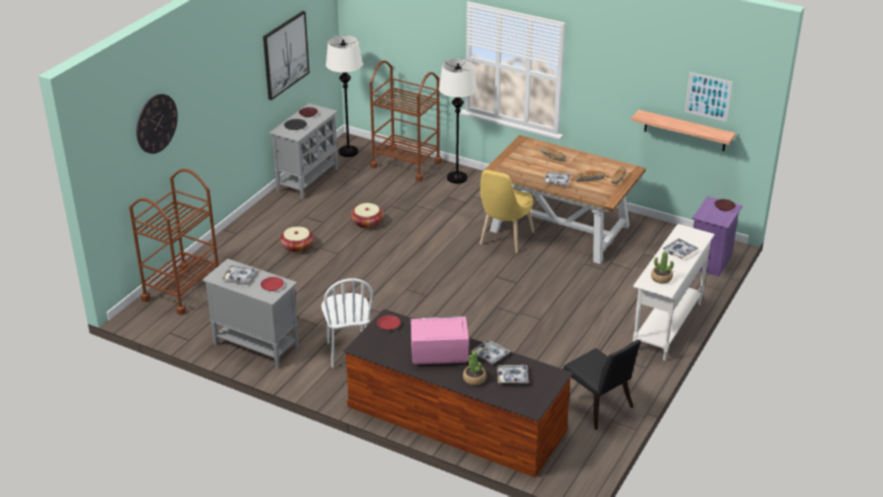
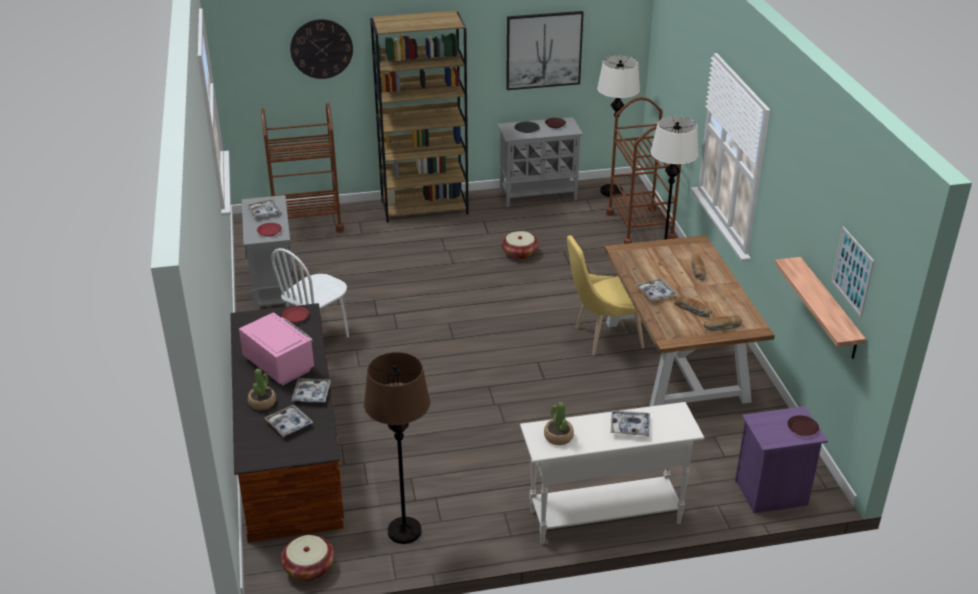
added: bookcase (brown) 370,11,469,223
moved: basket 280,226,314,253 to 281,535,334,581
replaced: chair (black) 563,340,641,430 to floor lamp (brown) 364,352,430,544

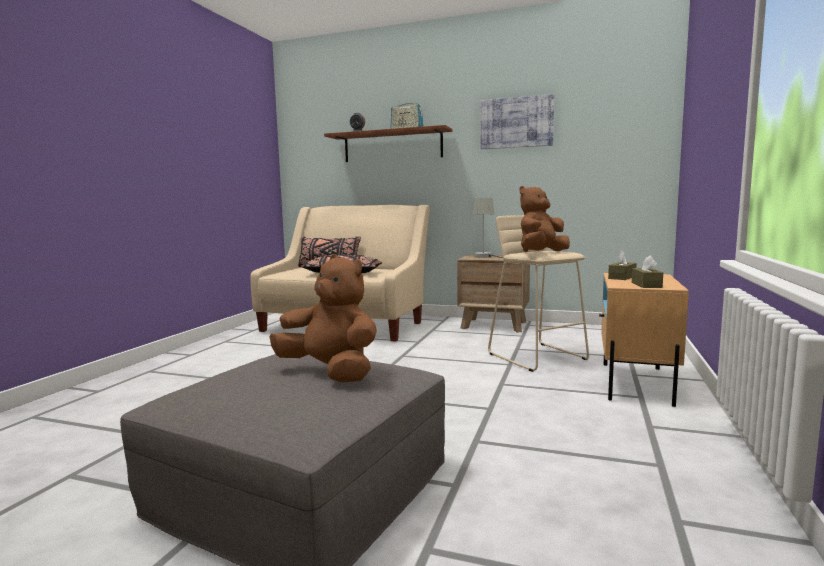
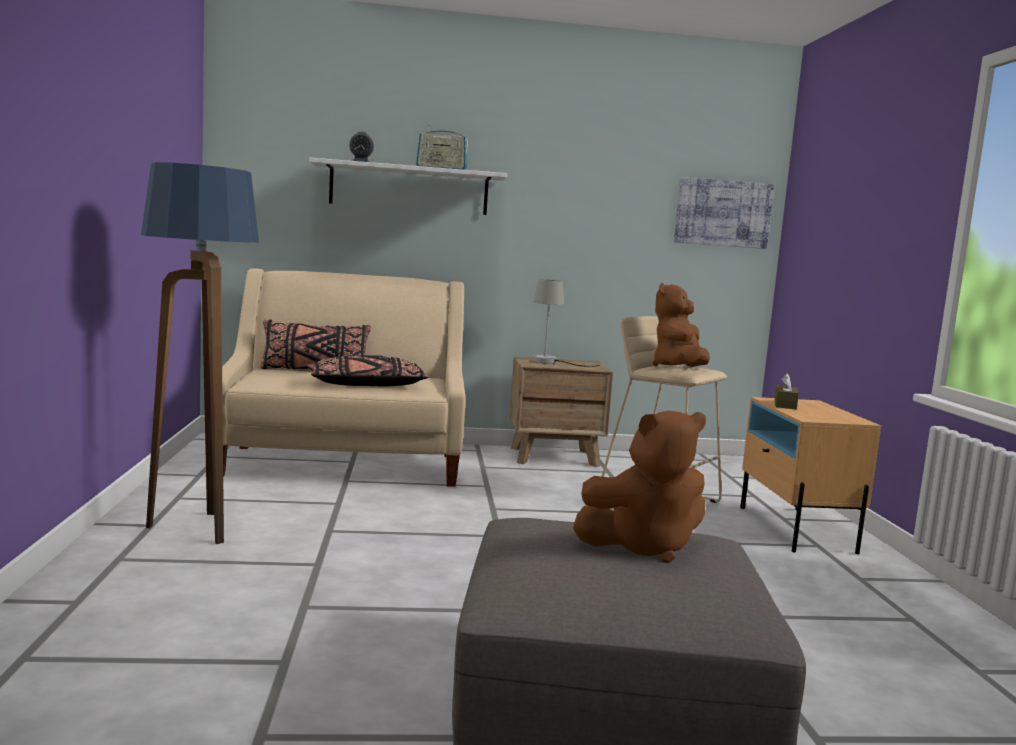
removed: tissue box (brown) 632,255,663,288
added: floor lamp 141,162,259,544
moved: picture 480,94,554,149 to 674,177,774,249
recoloured: shelf (brown) 324,125,453,162 to shelf (white) 309,158,507,215
turned: plush toy (brown) 270,254,377,382 = 573,411,706,563 150 degrees clockwise

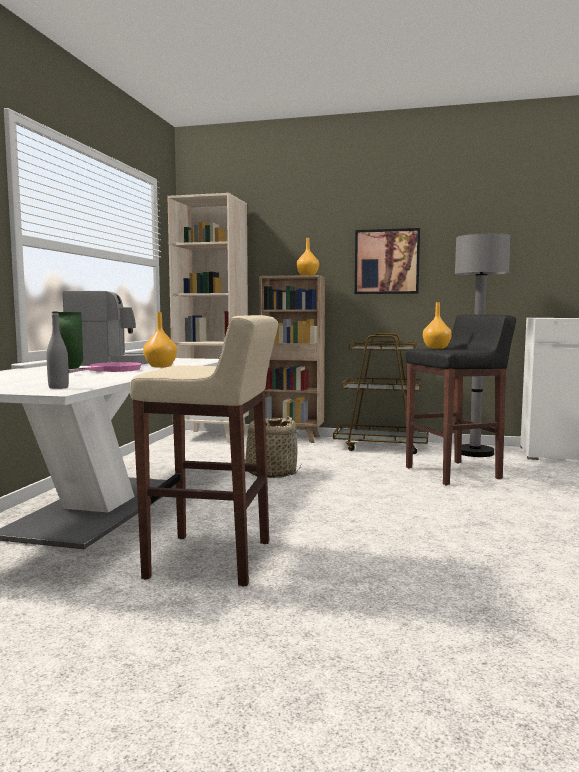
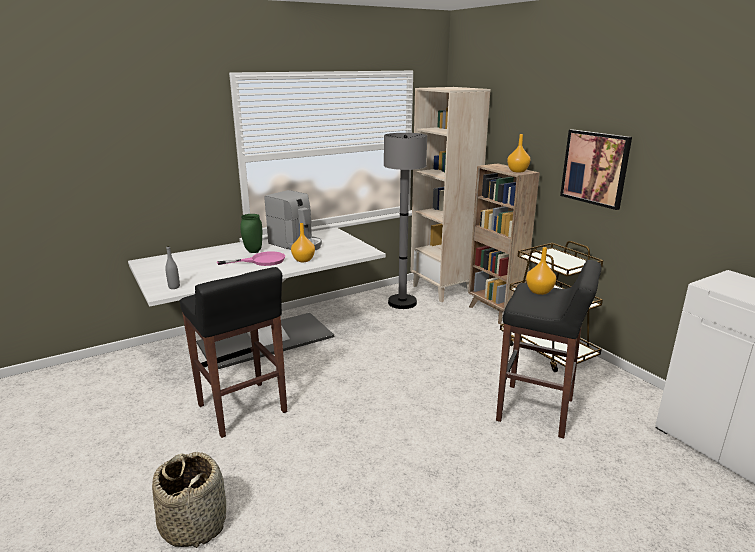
moved: basket 245,416,301,478 to 152,452,226,548; floor lamp (grey) 455,233,511,457 to 384,133,427,309
recoloured: stool (beige) 130,315,278,586 to stool (black) 180,267,287,438

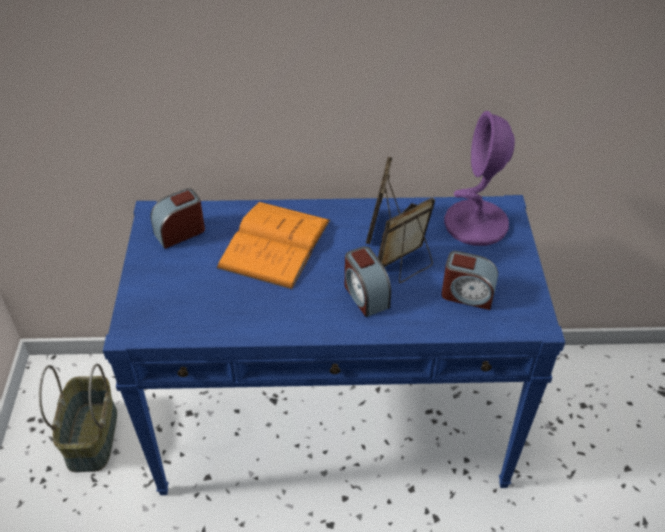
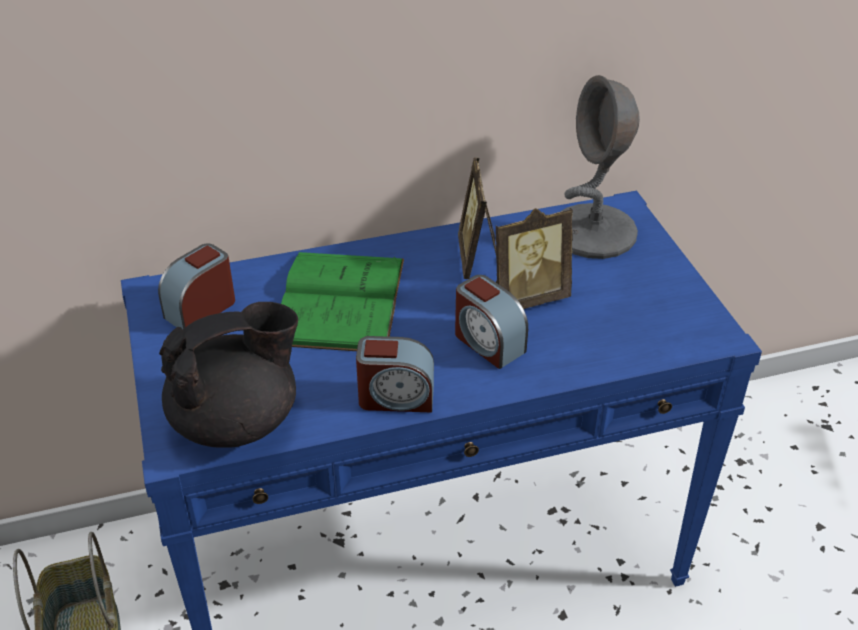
added: teapot (black) 159,302,298,448
moved: alarm clock 441,251,498,310 to 356,336,434,413
recoloured: book (orange) 216,202,330,289 to book (green) 281,252,404,351; table lamp (purple) 444,111,515,246 to table lamp (grey) 560,75,640,259
turned: picture frame 378,197,435,283 = 496,208,573,309 150 degrees counterclockwise

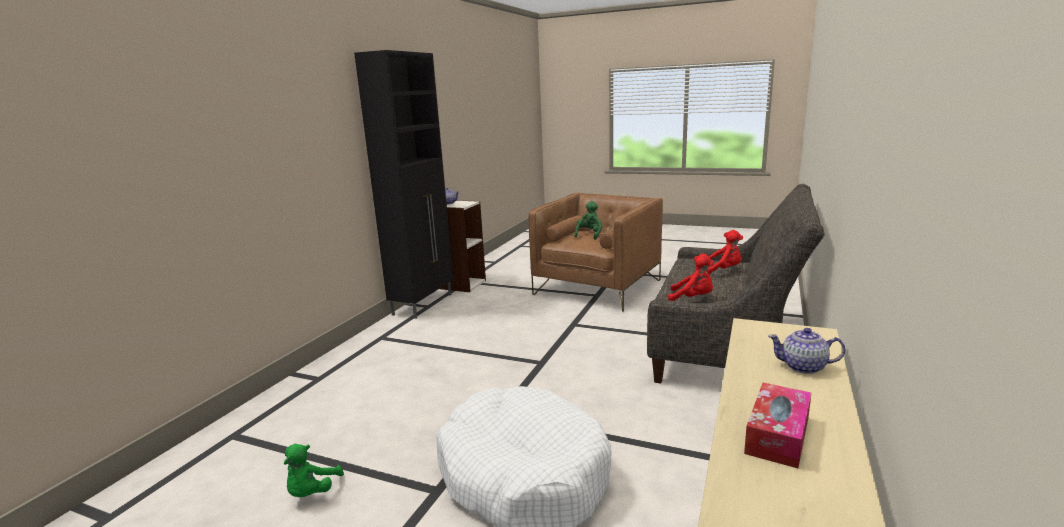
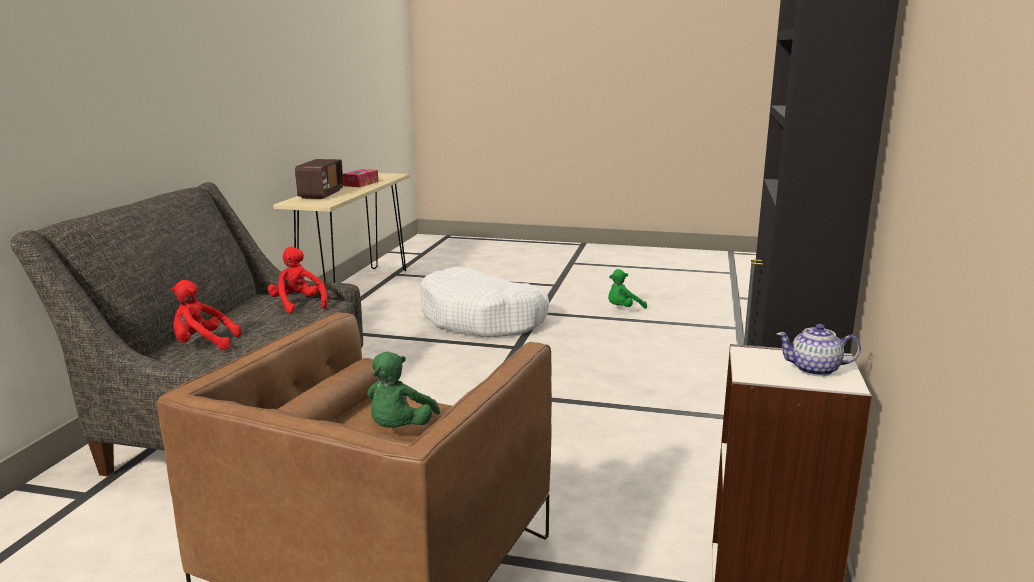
replaced: teapot 768,328,846,374 to radio 295,159,343,199
turned: plush toy (red) 668,254,714,301 = 268,247,327,314 45 degrees clockwise; plush toy (green) 283,444,344,497 = 608,269,647,309 120 degrees counterclockwise

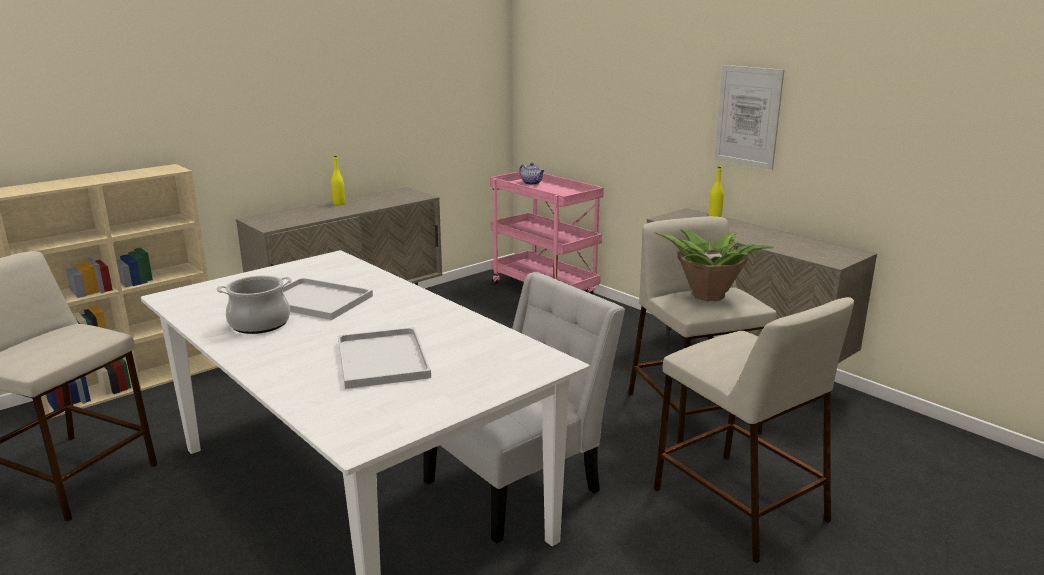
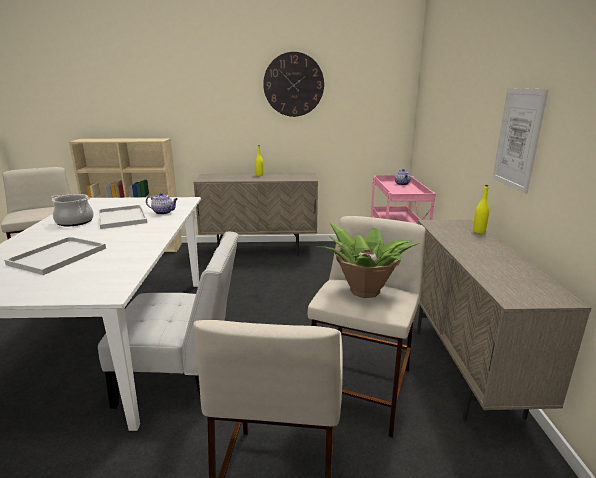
added: teapot 146,193,178,215; wall clock 263,52,324,117

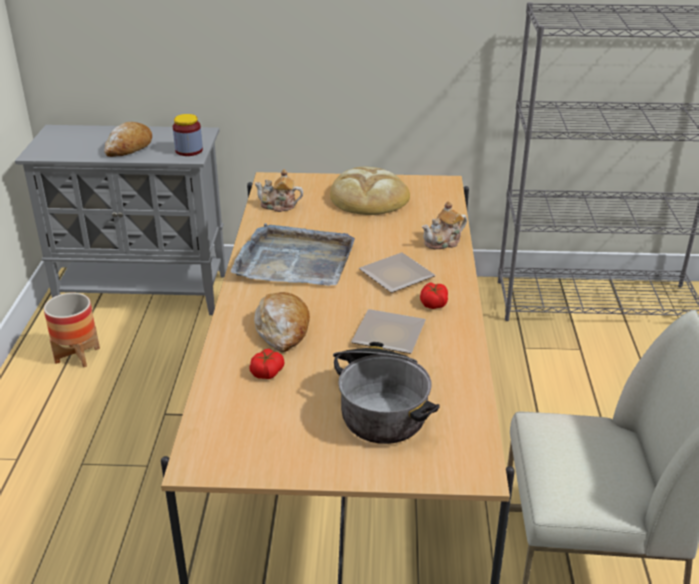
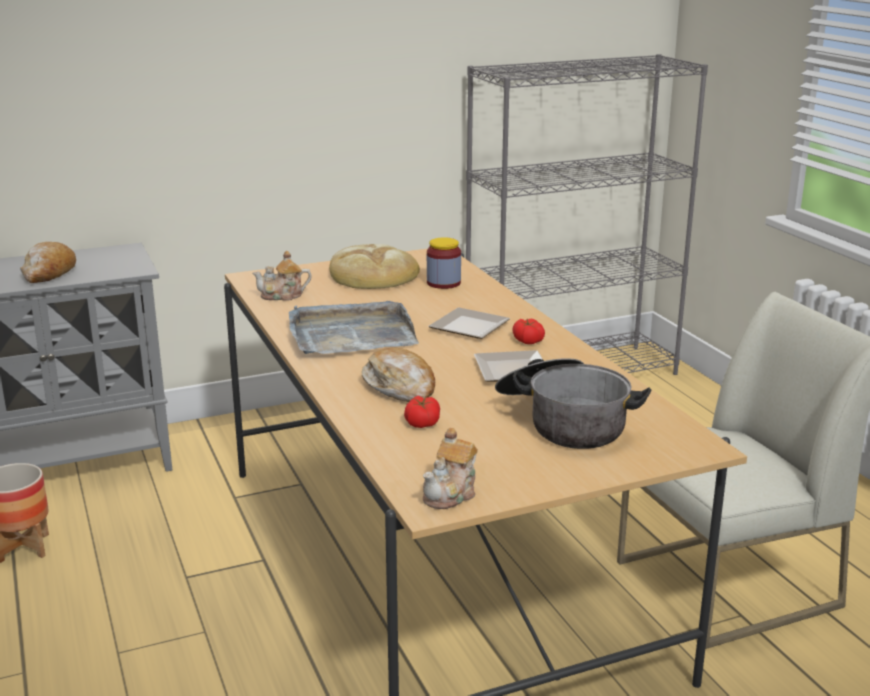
moved: teapot 422,202,467,249 to 423,428,478,509; jar 173,114,203,156 to 427,237,461,289

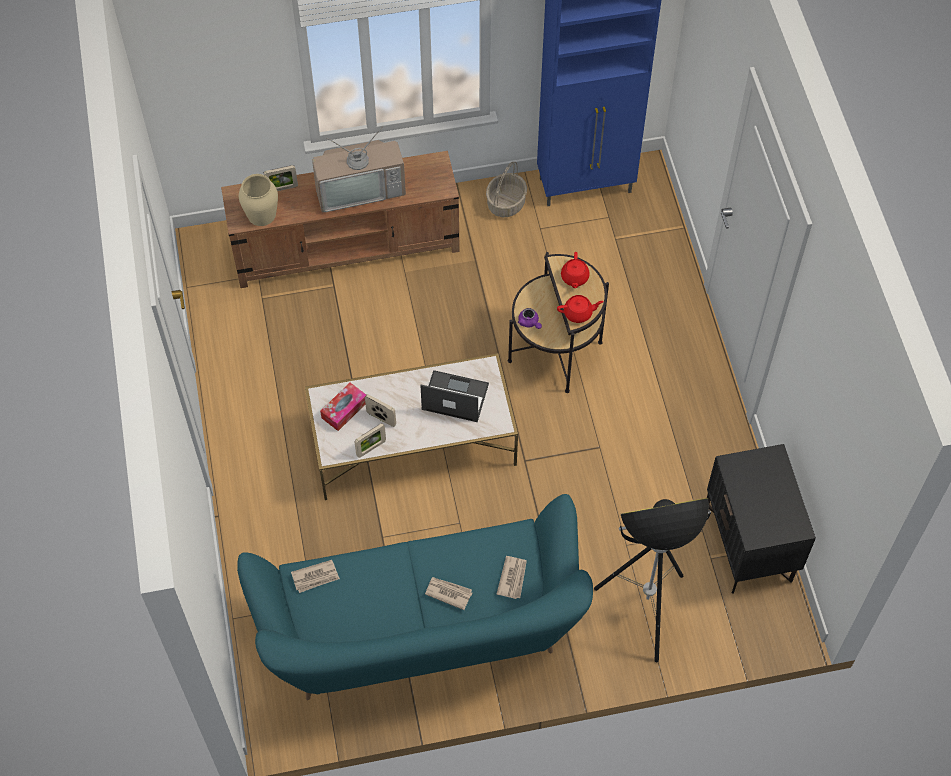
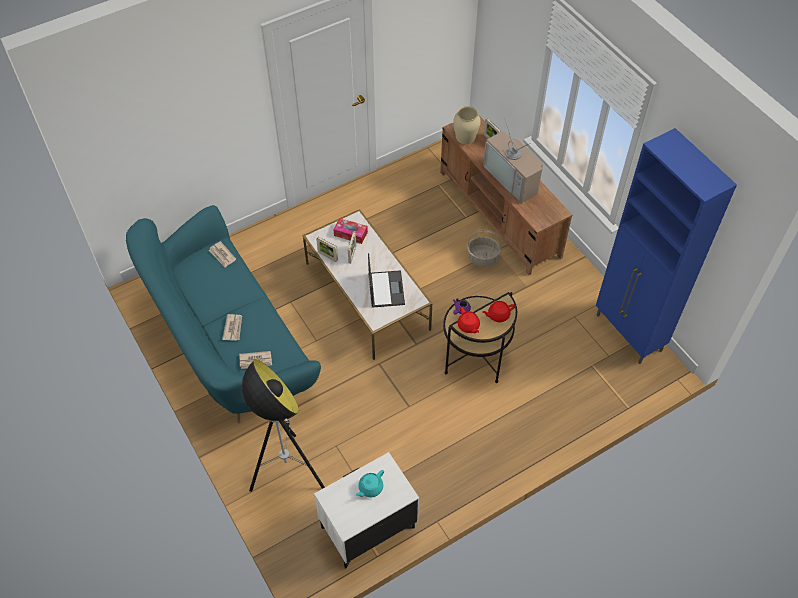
added: teapot (turquoise) 356,470,384,497
moved: basket 486,162,527,217 to 467,230,501,267
recoloured: nightstand (black) 707,444,816,594 to nightstand (white) 314,452,419,568

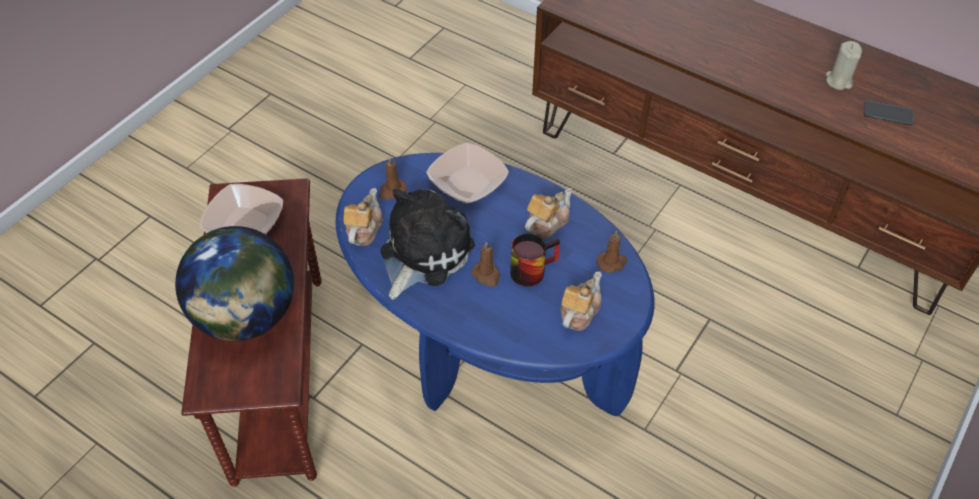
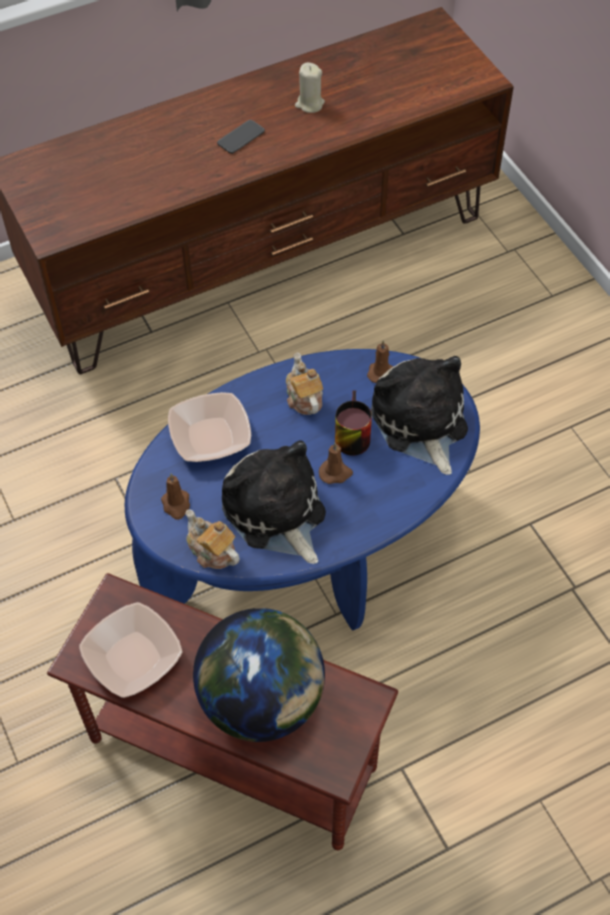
moved: phone 864,100,914,125 to 217,120,265,154
replaced: teapot 560,272,602,331 to plush toy 371,356,468,475

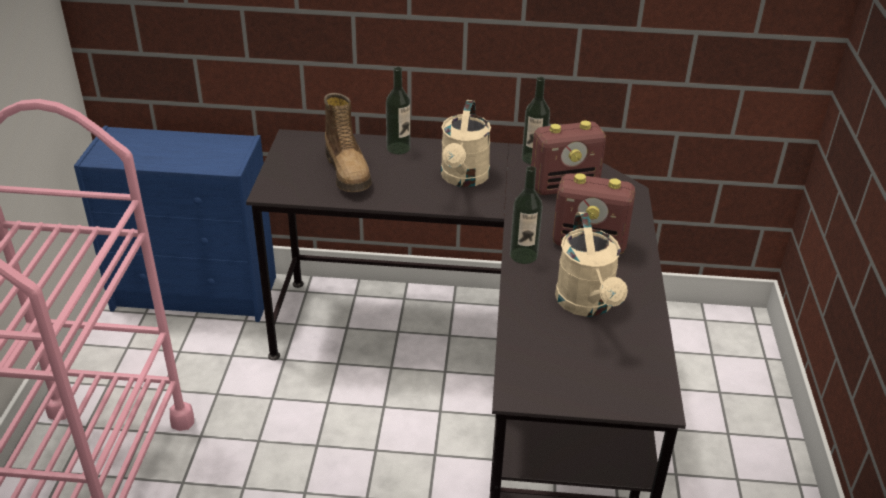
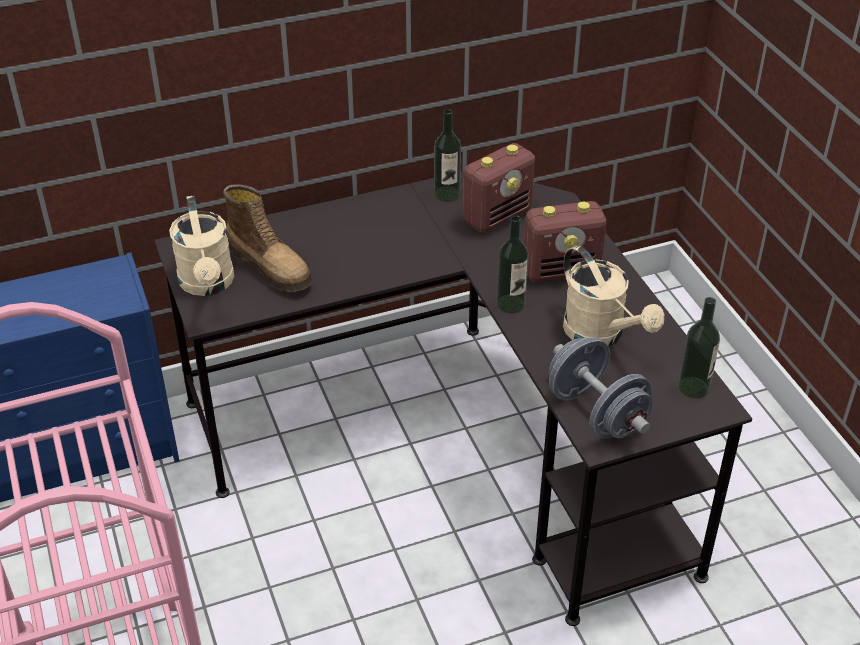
added: dumbbell (grey) 549,337,653,439
moved: watering can (beige) 441,100,491,187 to 169,195,234,296; bottle 386,67,411,154 to 678,297,720,398

